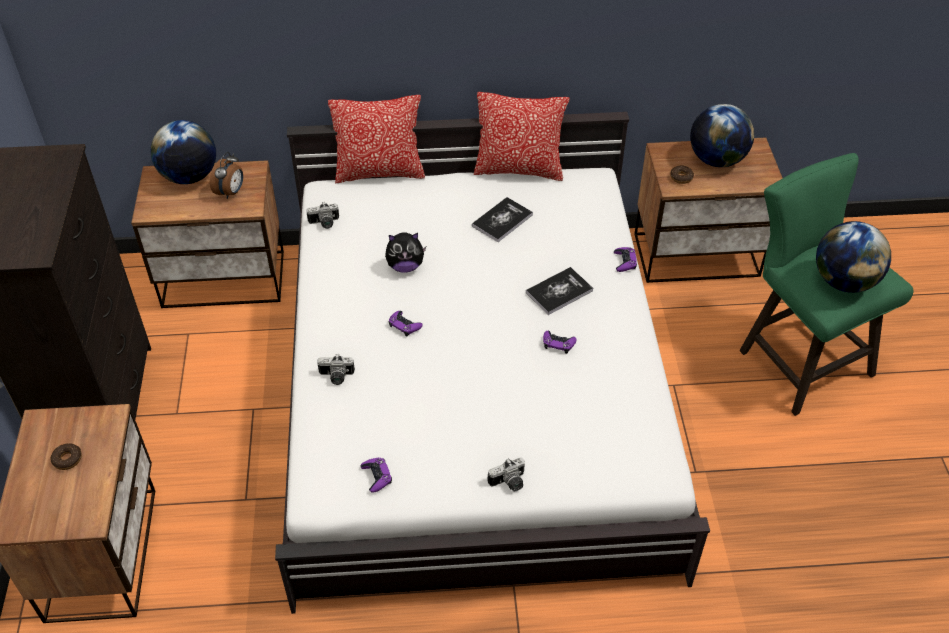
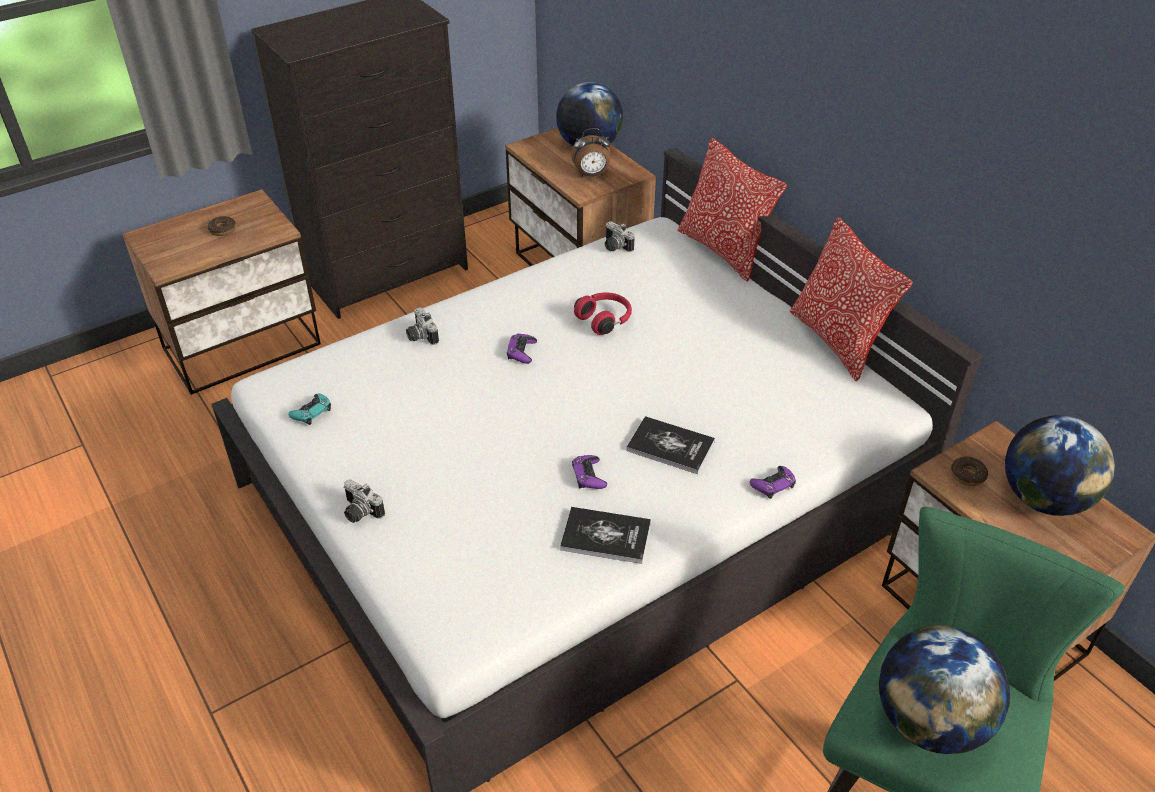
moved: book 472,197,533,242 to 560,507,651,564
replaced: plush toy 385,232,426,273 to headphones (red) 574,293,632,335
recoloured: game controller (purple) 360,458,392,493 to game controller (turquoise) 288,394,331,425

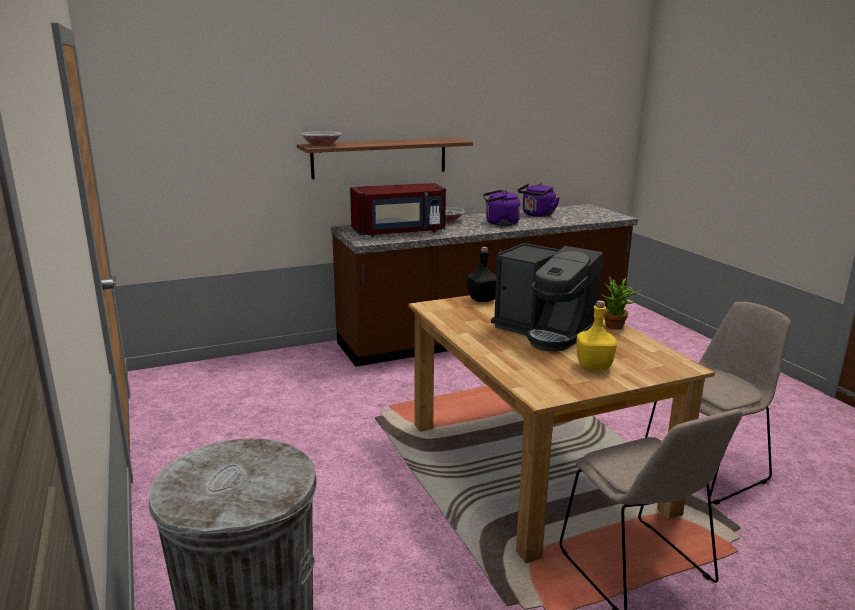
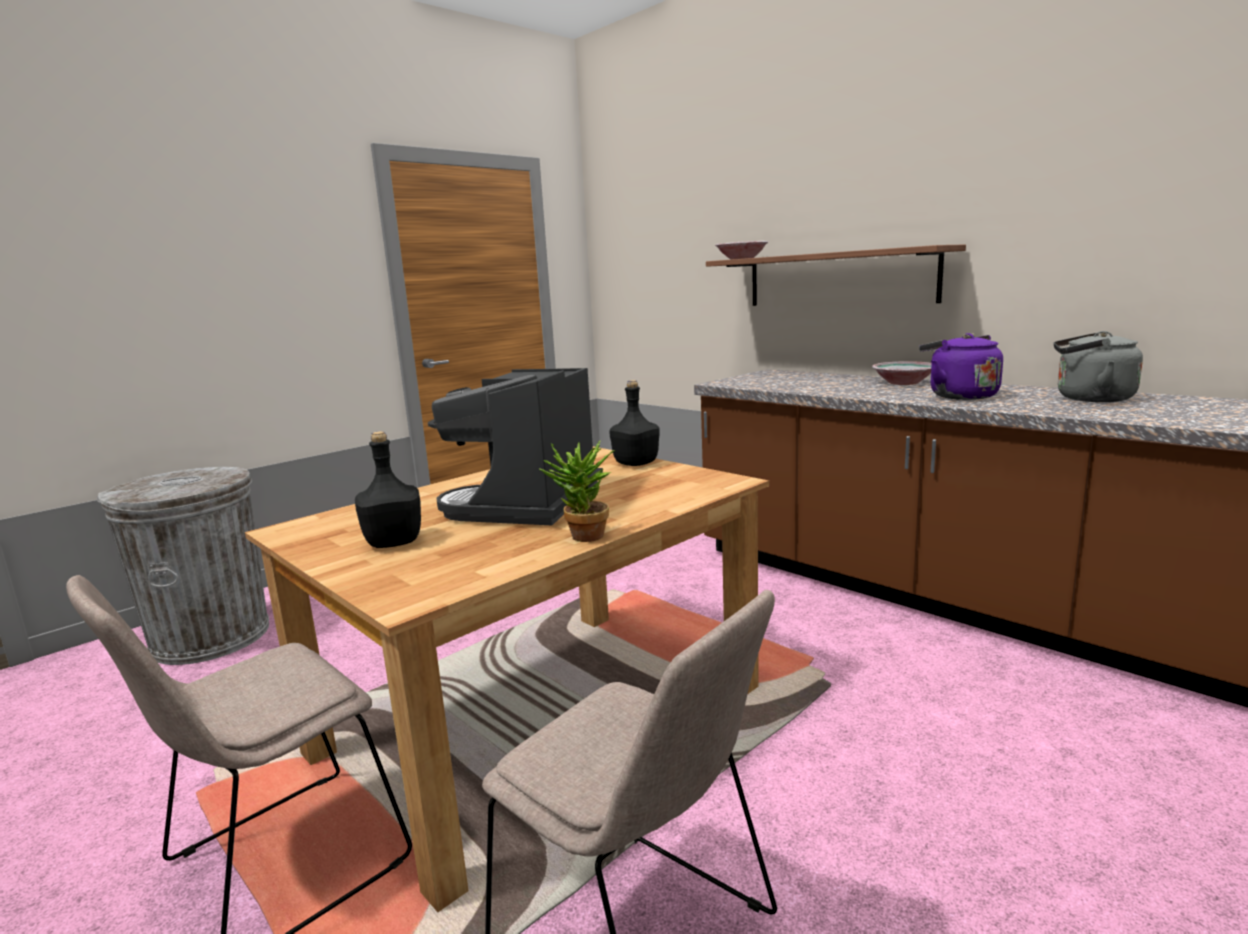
removed: microwave (red) 350,183,446,237
recoloured: bottle (yellow) 576,300,617,370 to bottle (black) 355,431,421,548; kettle (purple) 518,183,560,217 to kettle (grey) 1054,331,1143,402

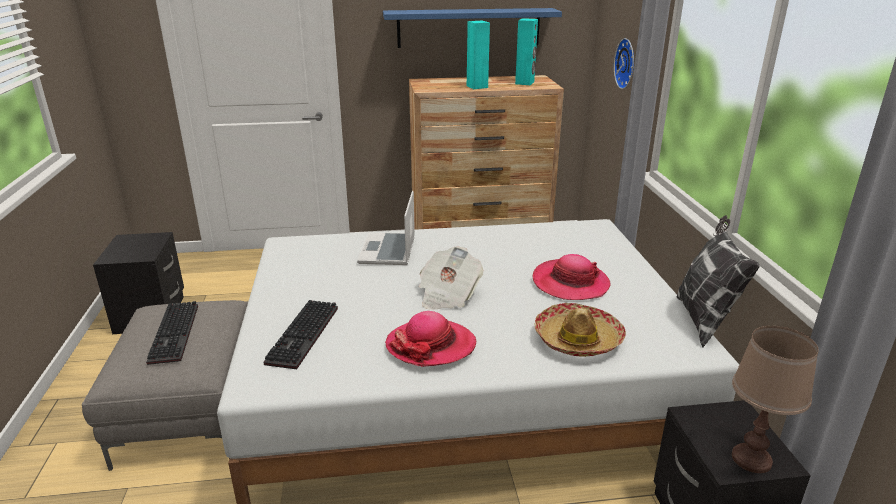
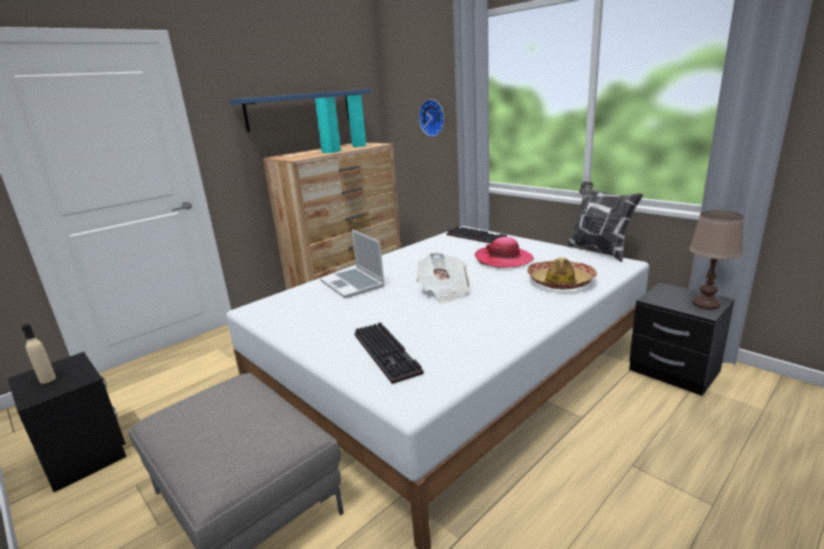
removed: hat 385,311,476,367
added: bottle (beige) 22,324,56,384
moved: keyboard 146,301,198,365 to 447,226,507,244

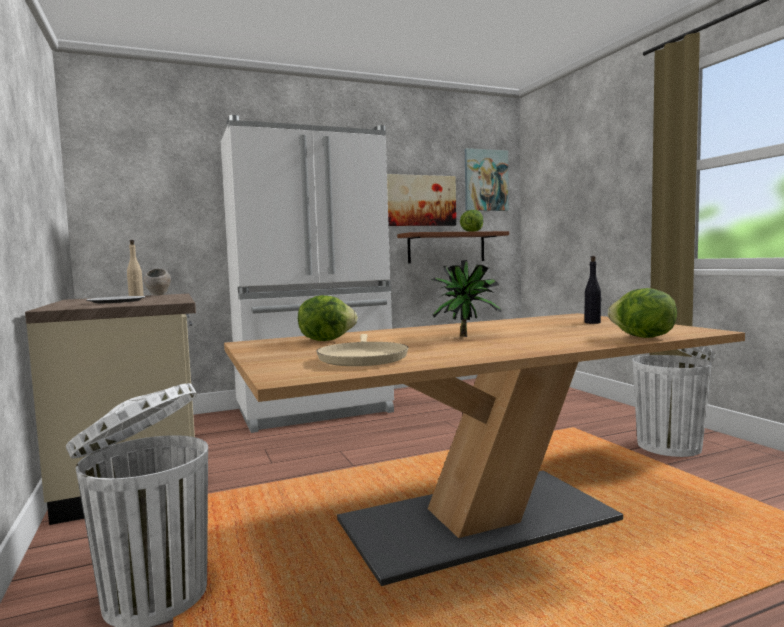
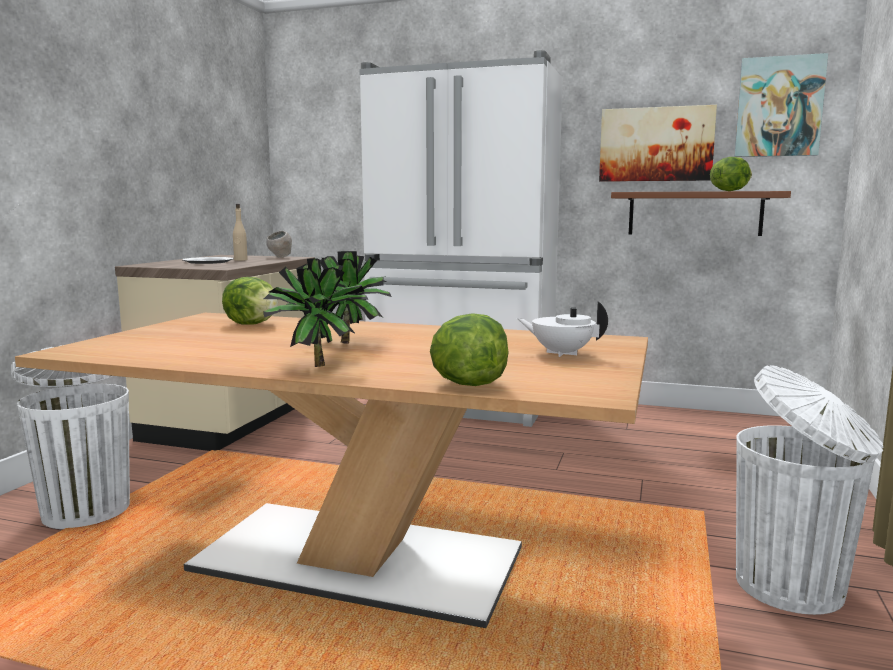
removed: frying pan (beige) 316,334,408,366
added: potted plant 263,259,369,367
replaced: bottle (black) 585,256,602,324 to teapot (white) 517,301,608,357

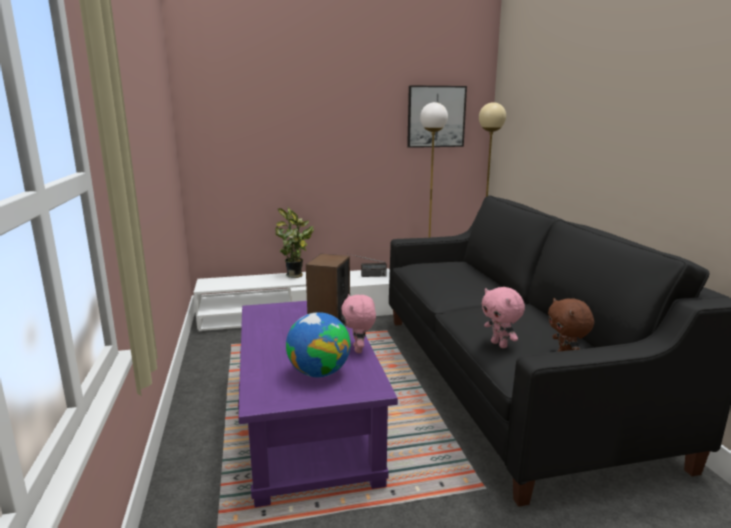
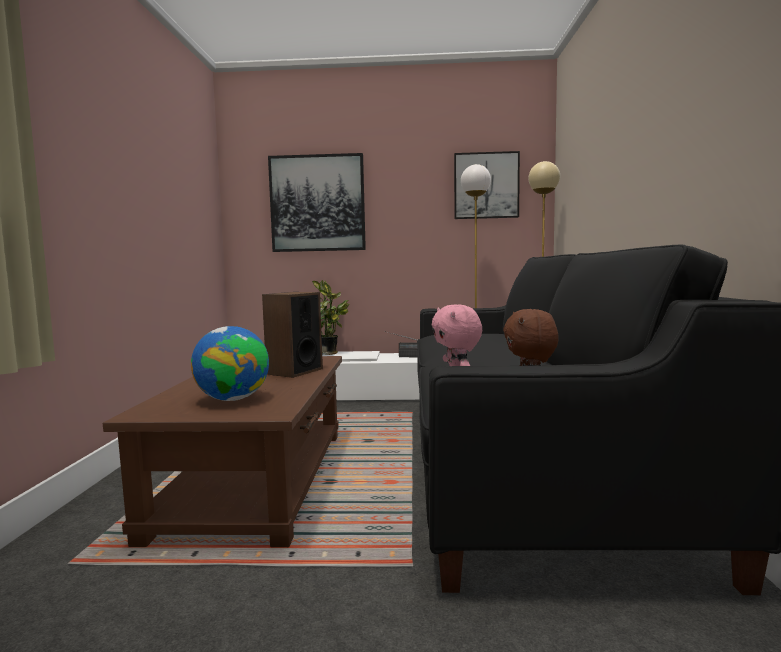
removed: plush toy (pink) 341,294,376,353
added: picture 268,153,366,252
recoloured: coffee table (purple) 238,301,398,507 to coffee table (brown) 103,356,342,547

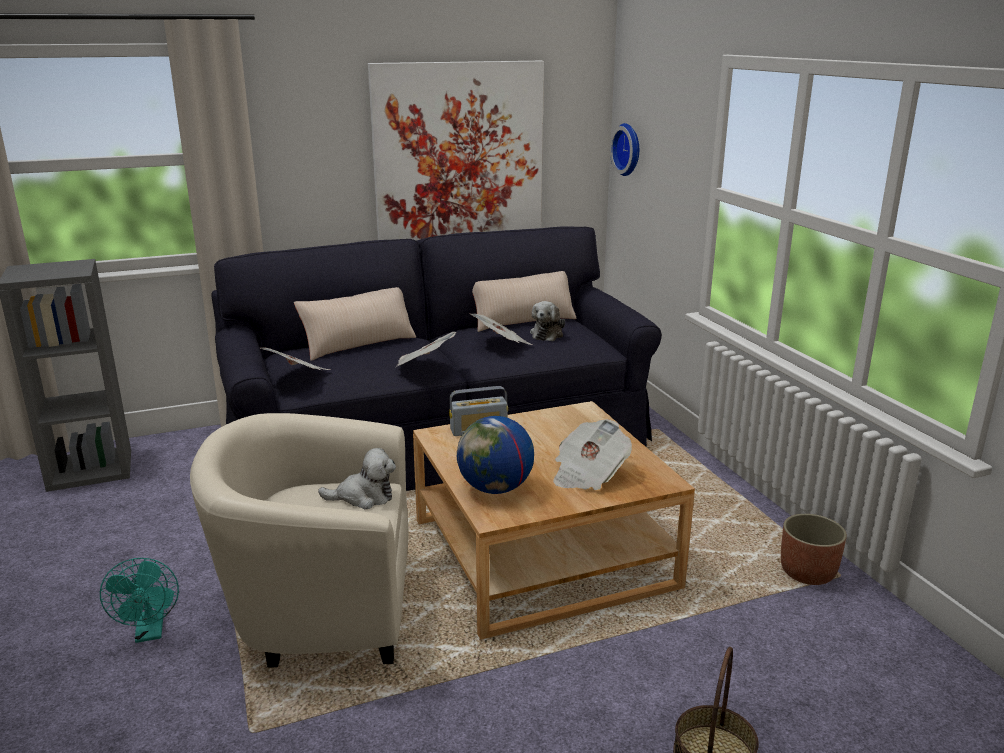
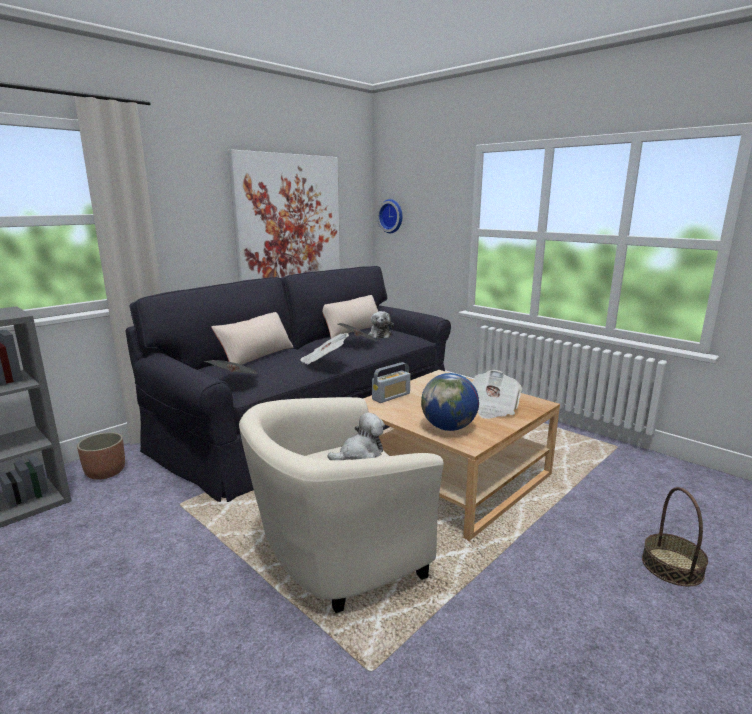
removed: fan (turquoise) 100,558,179,643
moved: planter 781,514,847,585 to 77,432,125,480

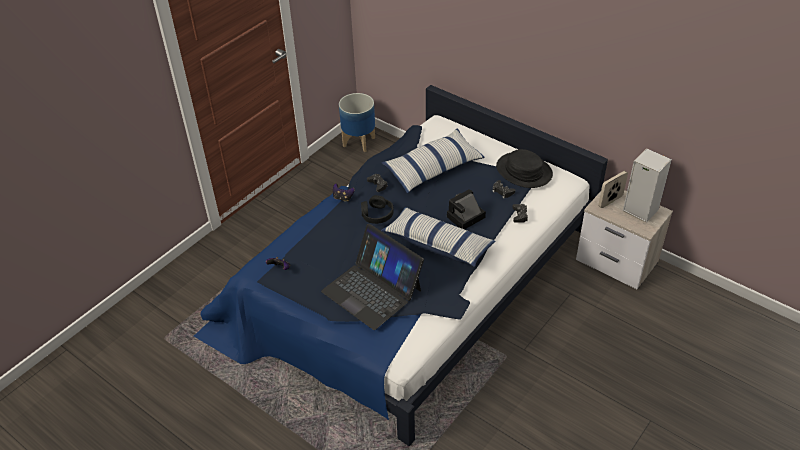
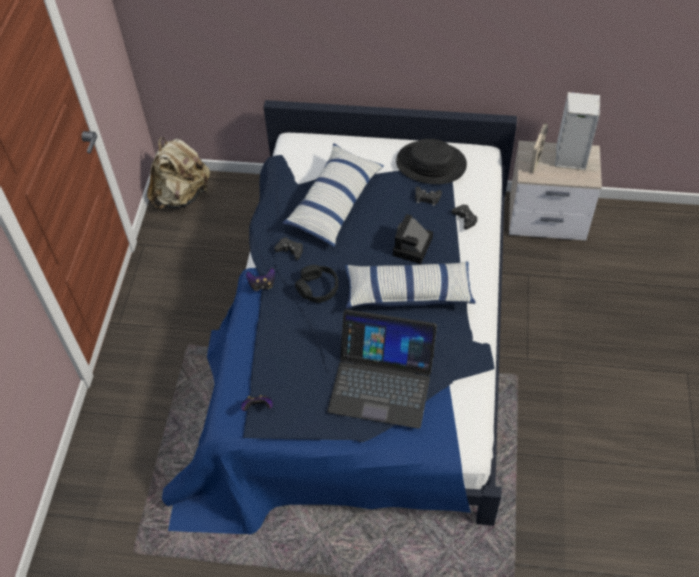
replaced: planter 339,93,375,152 to backpack (beige) 147,137,210,209

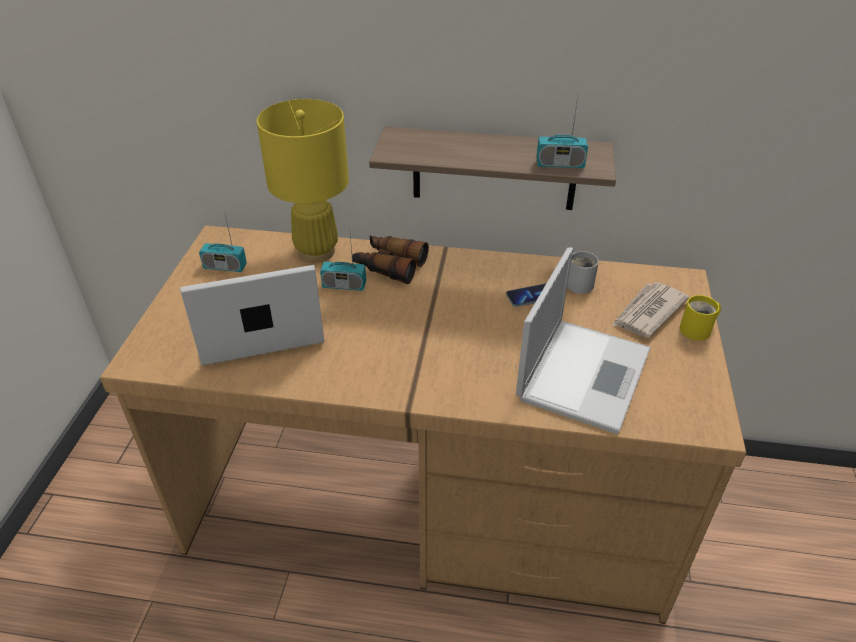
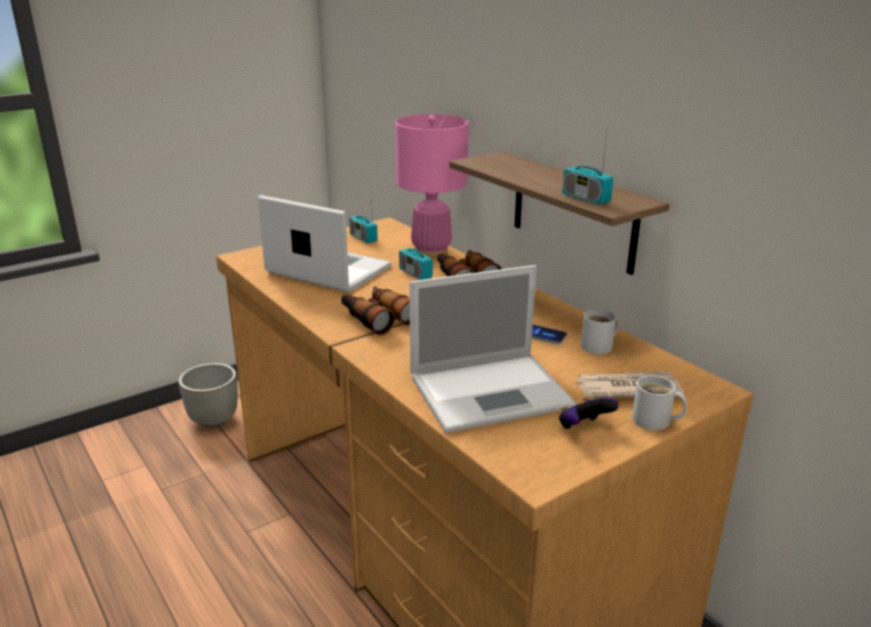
added: planter (grey) 179,363,238,428; binoculars 342,286,410,335; game controller 559,397,619,429
recoloured: table lamp (yellow) 257,99,349,262 to table lamp (pink) 395,114,469,258; mug (yellow) 680,295,721,341 to mug (white) 632,375,687,431

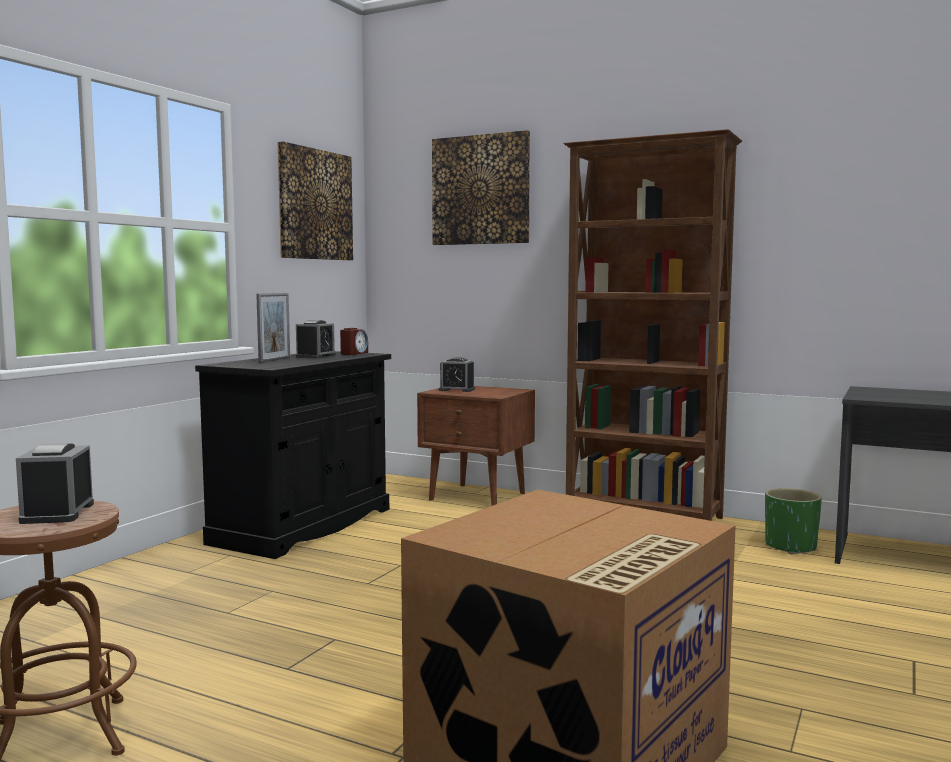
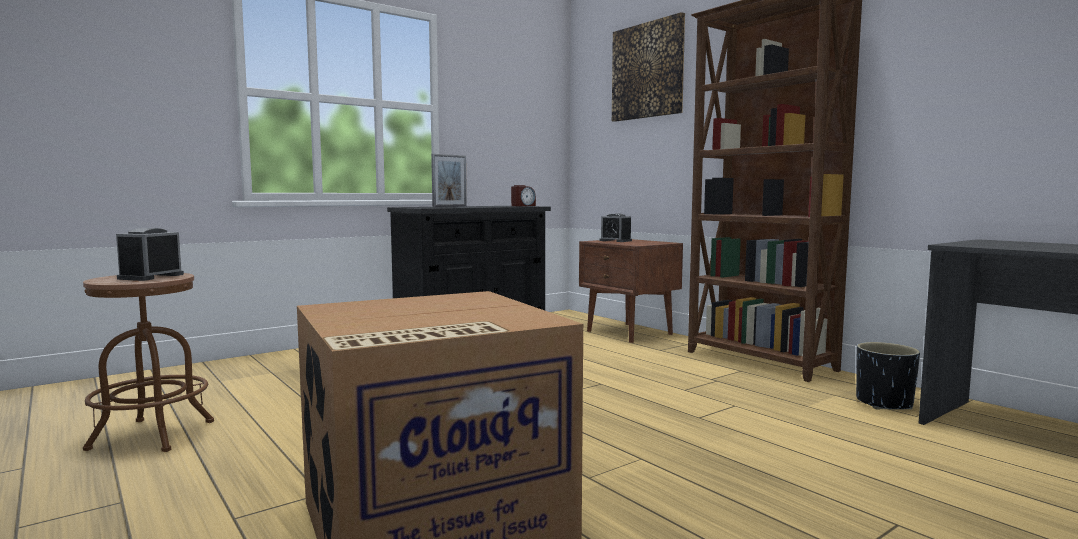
removed: picture 278,141,353,260; alarm clock 296,320,335,358
recoloured: planter (green) 765,488,822,554 to planter (black) 856,342,920,410

